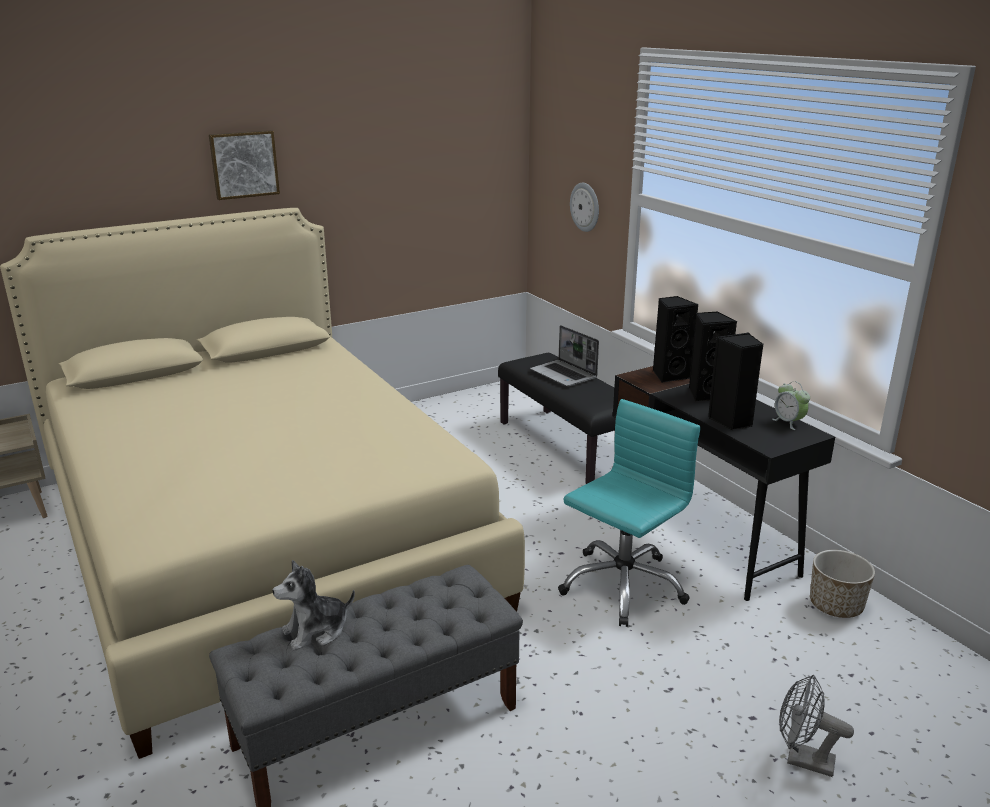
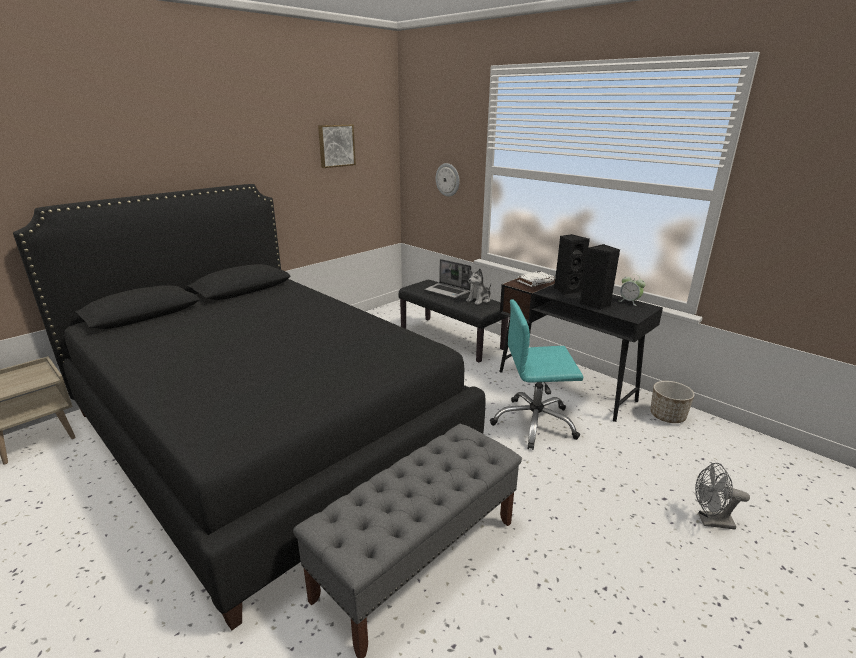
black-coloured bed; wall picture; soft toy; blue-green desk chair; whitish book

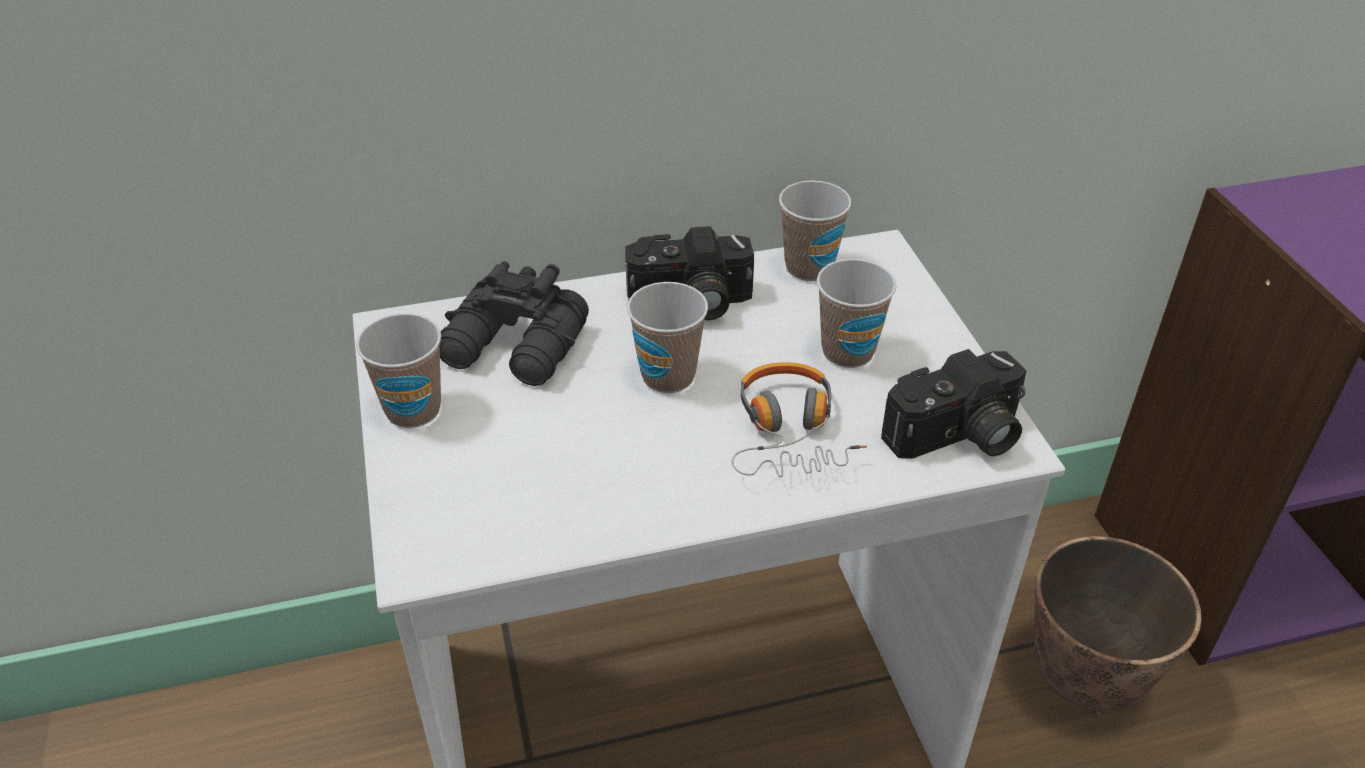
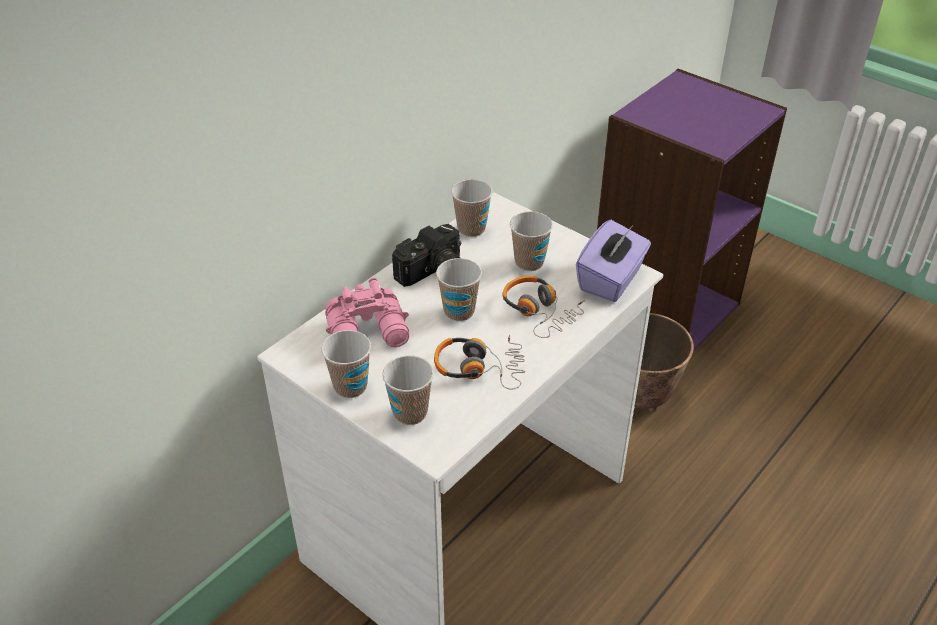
pink pair of binoculars; purple-coloured tissue box; cup (2nd from left); headset (1st from left)

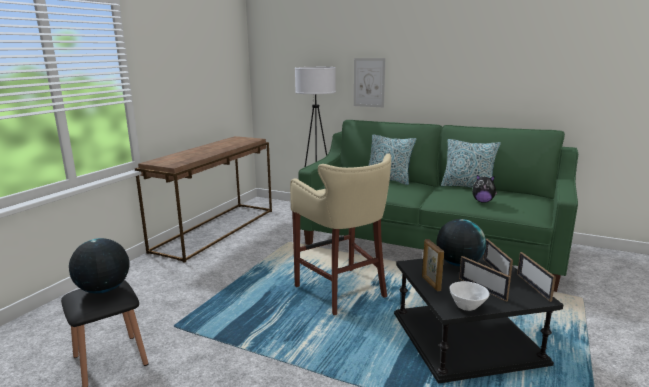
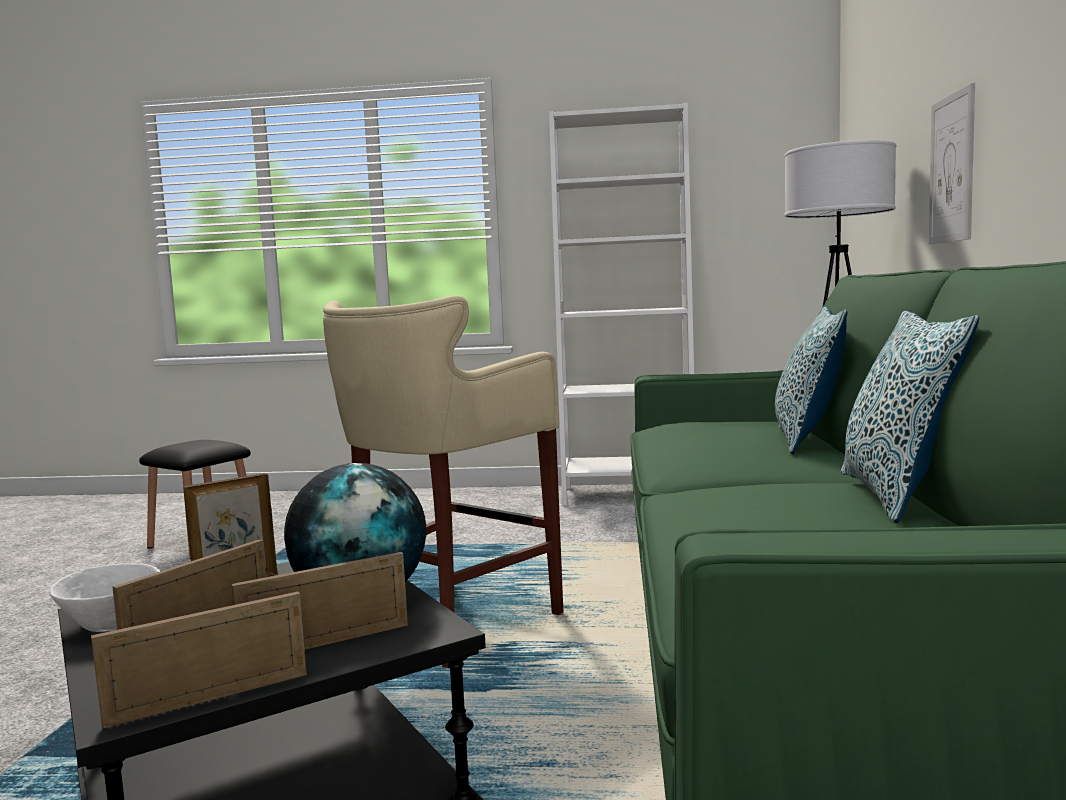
desk globe (1st from left in the first image); whitish shelving unit; soft toy

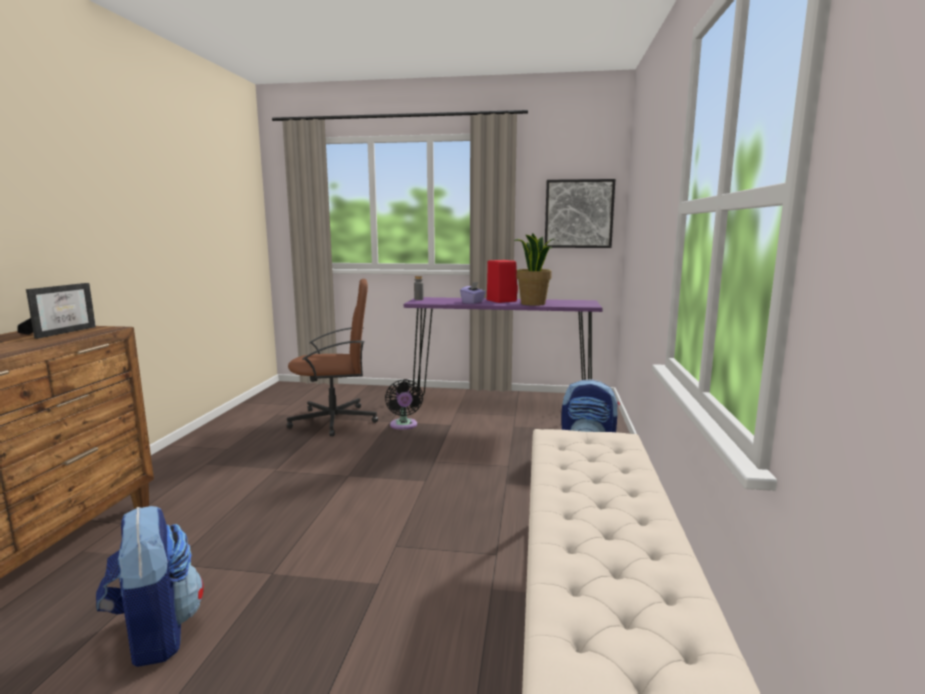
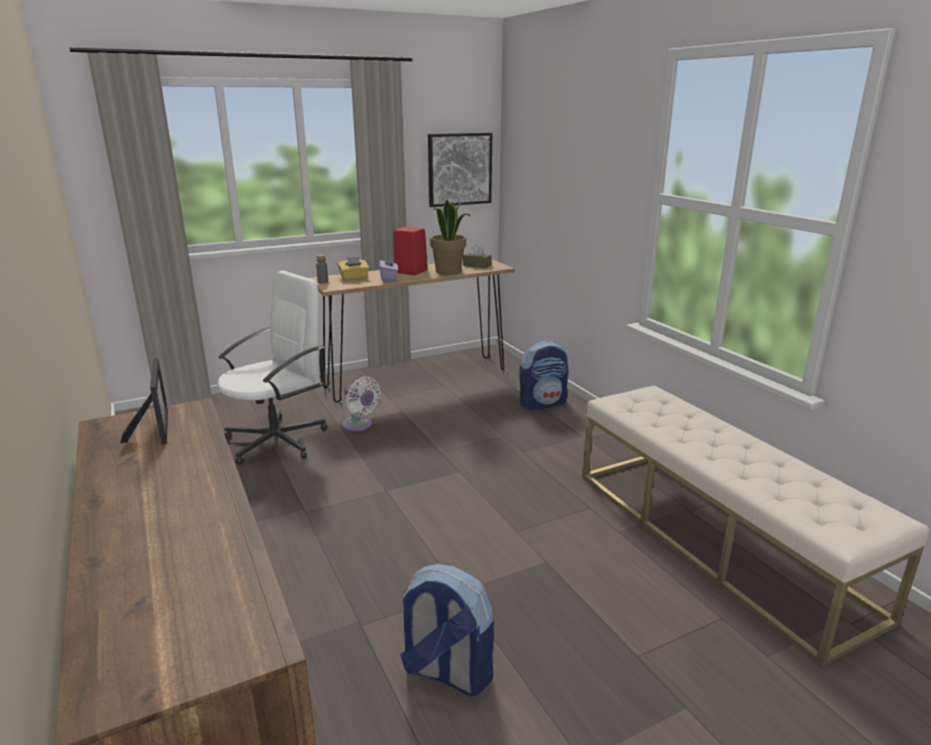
whitish desk chair; whitish fan; brown console table; yellow tissue box; brown tissue box

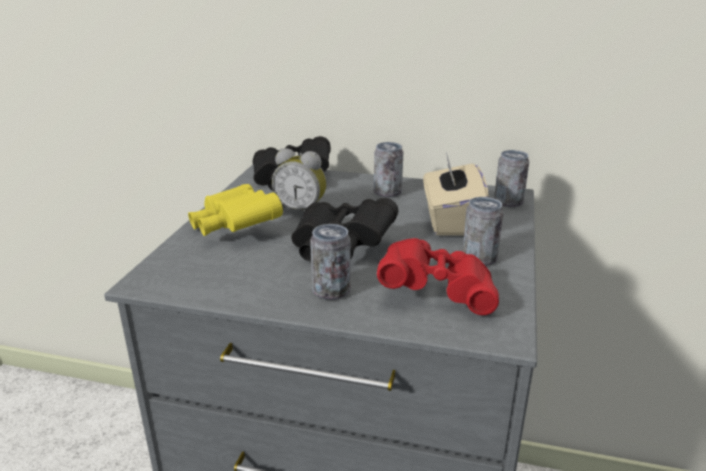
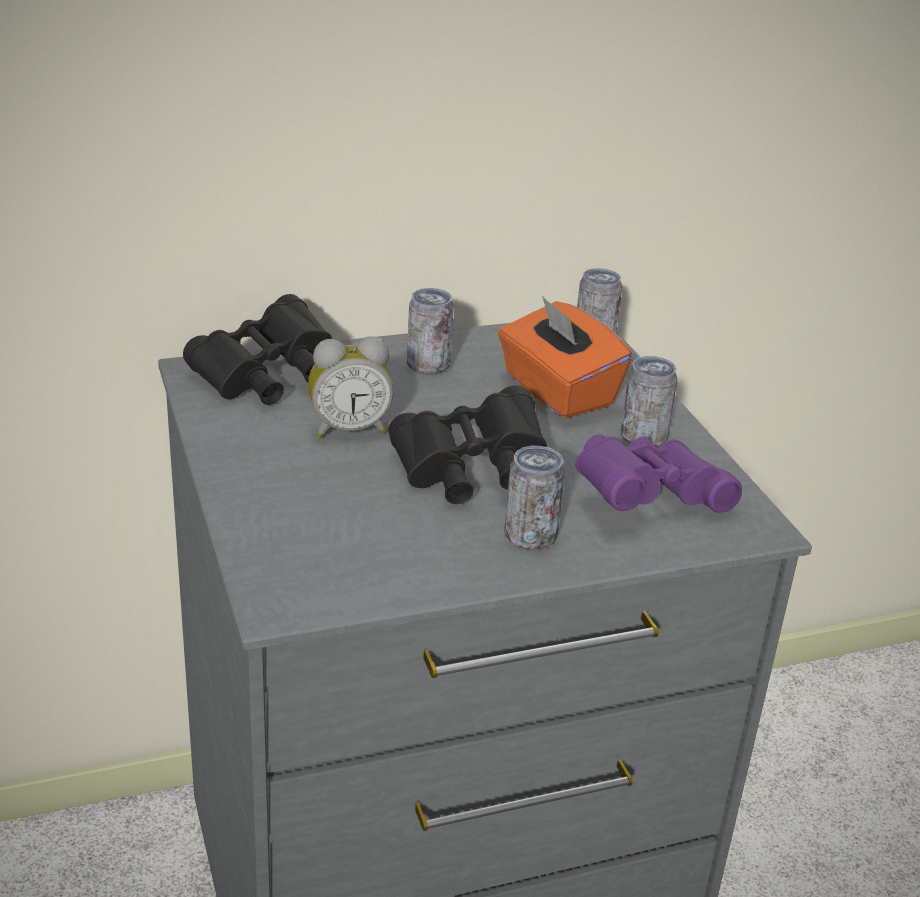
yellow pair of binoculars; purple-coloured pair of binoculars; orange-coloured tissue box

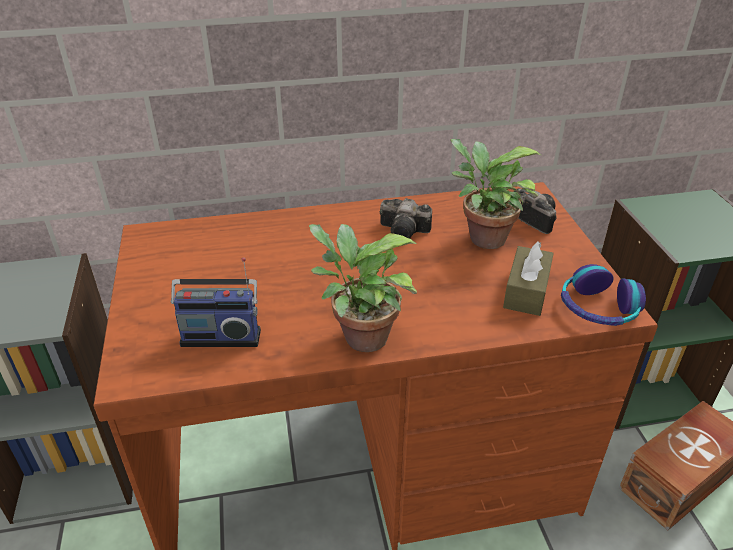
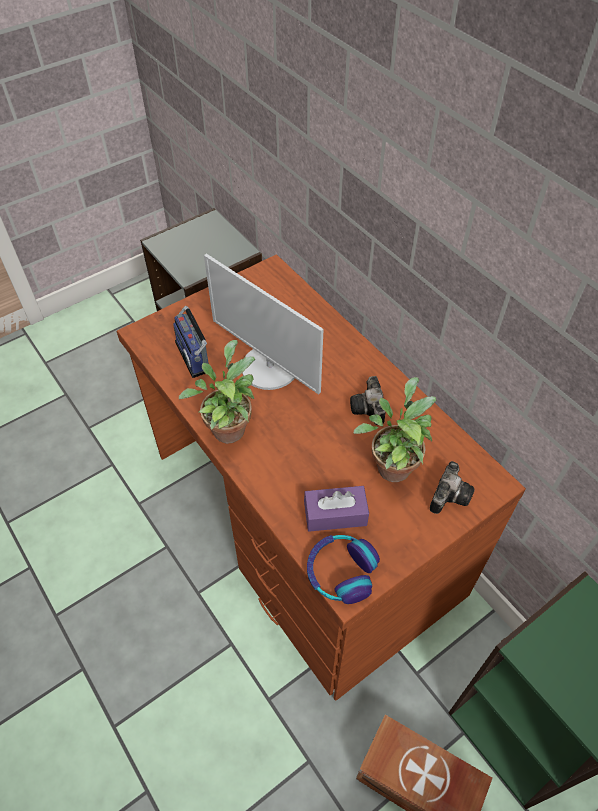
purple-coloured tissue box; computer display

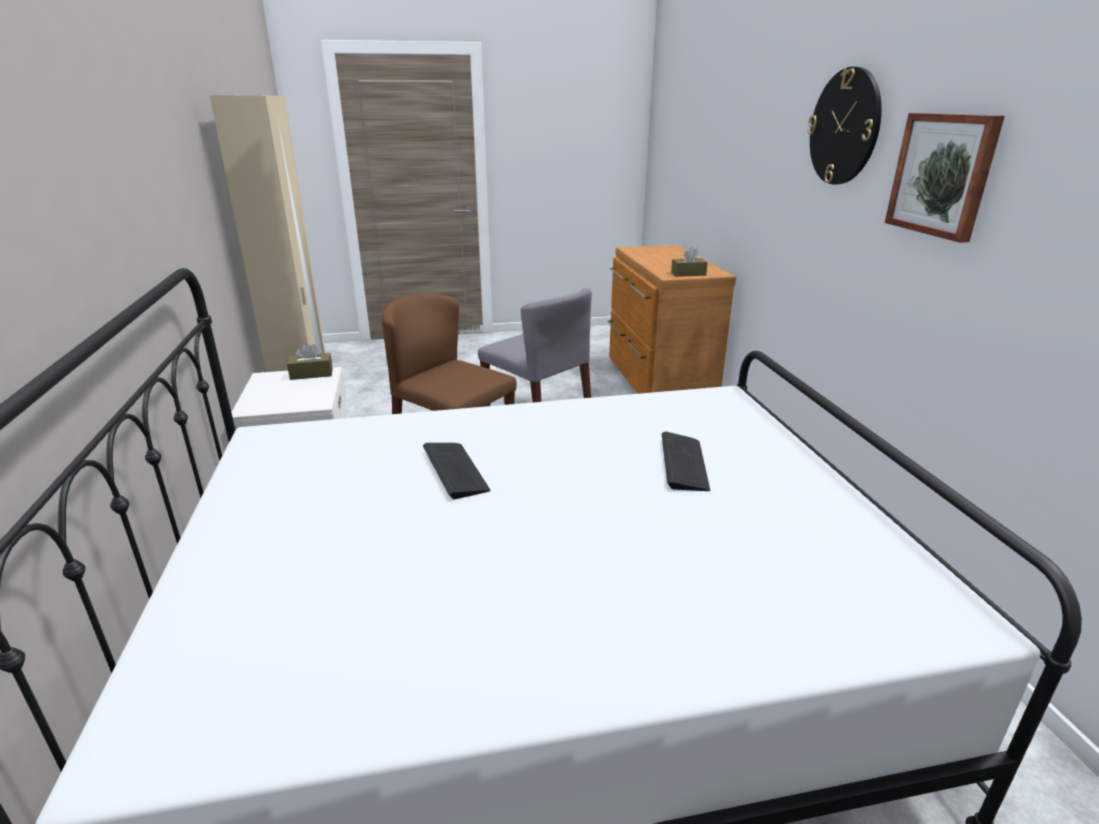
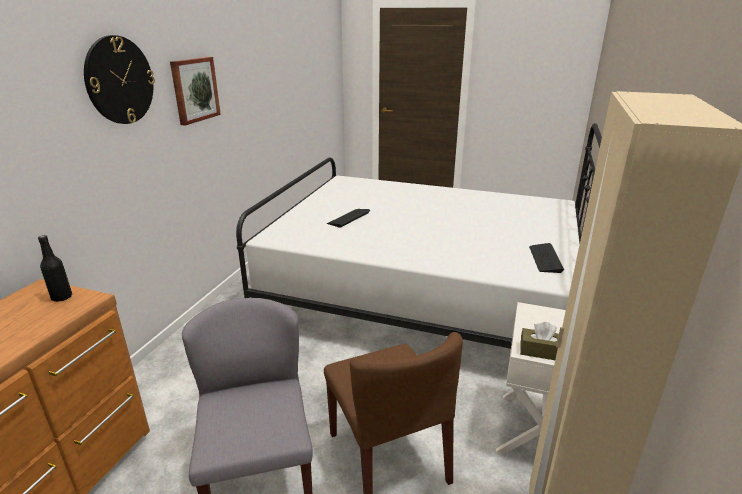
keyboard (2nd from left); black-coloured beverage bottle

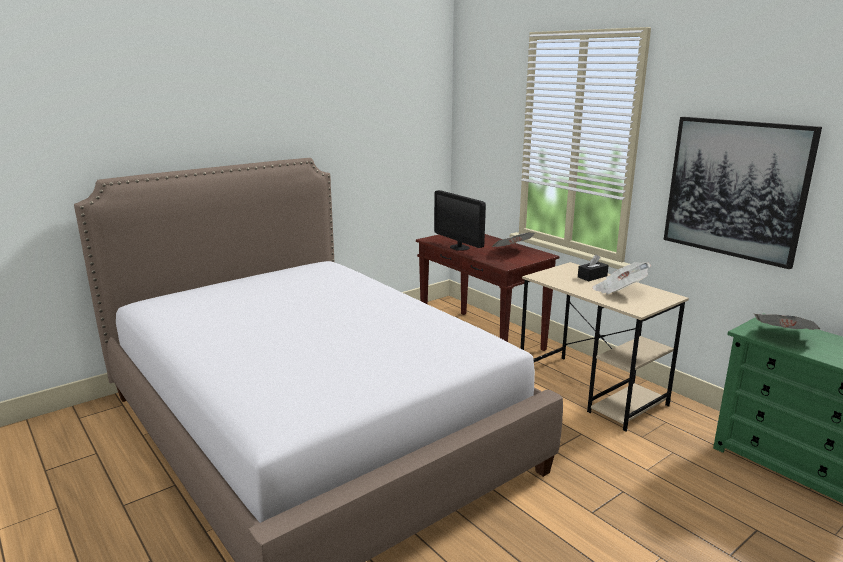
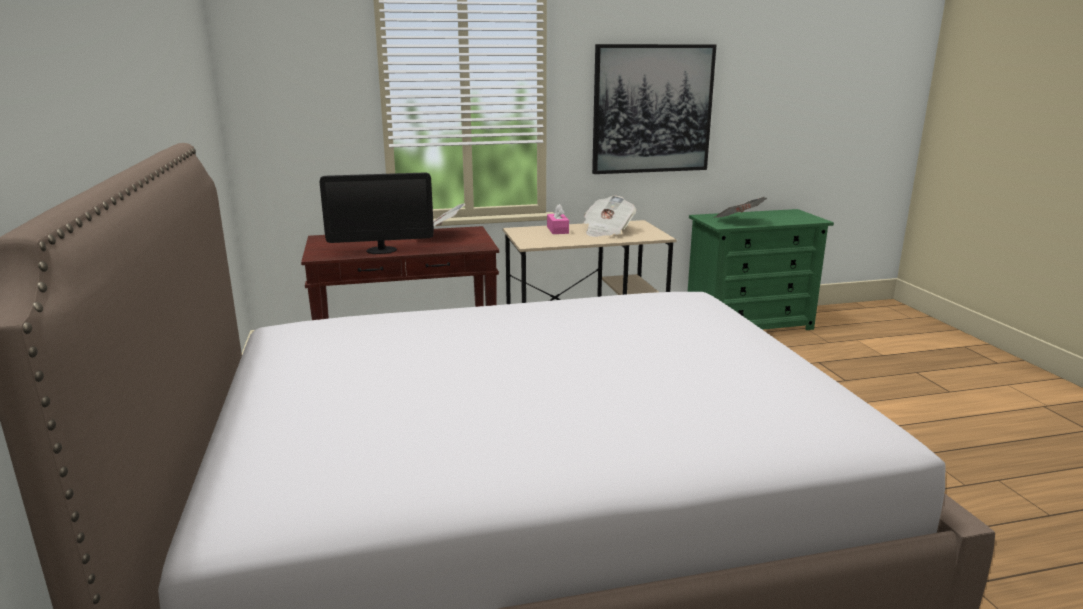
pink tissue box

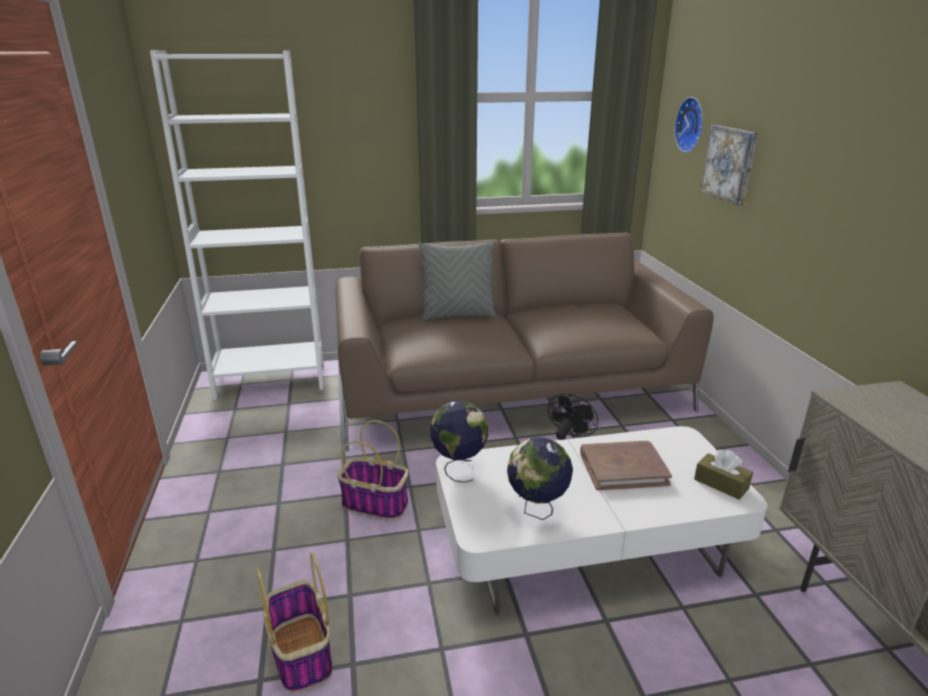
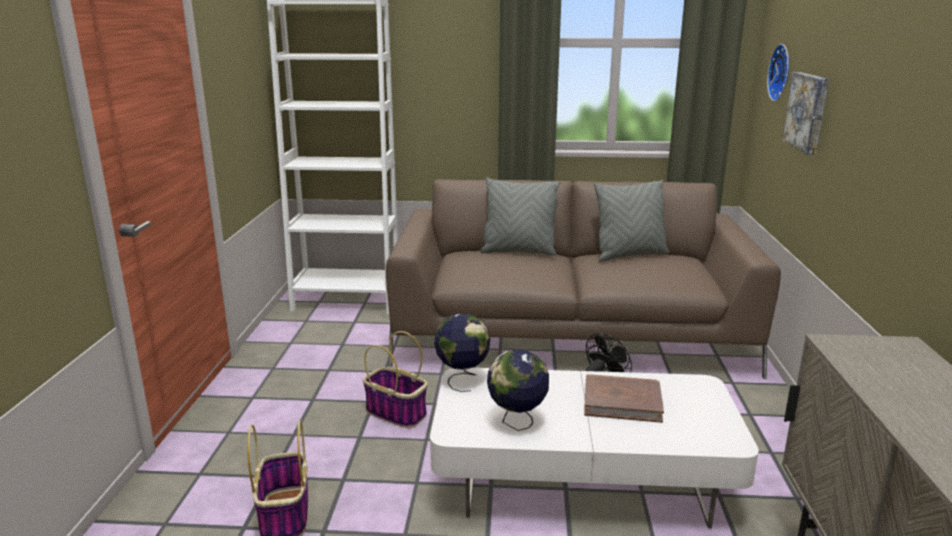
brown tissue box; gray cushion (2nd from left)

